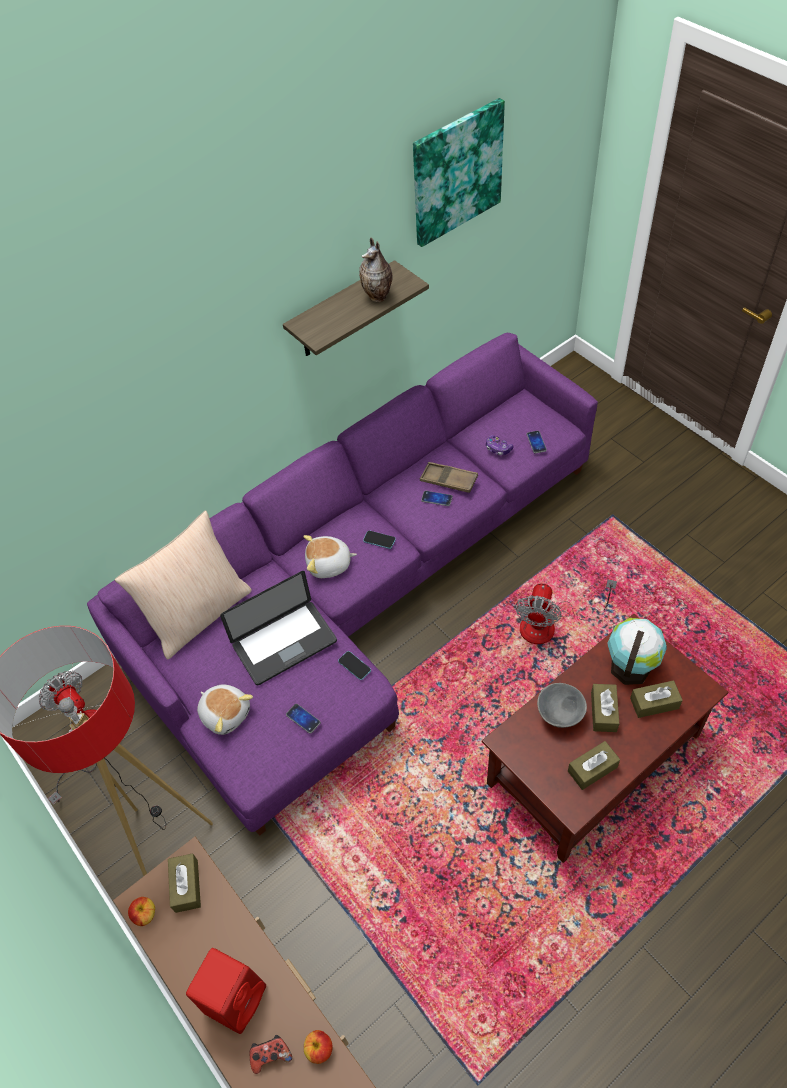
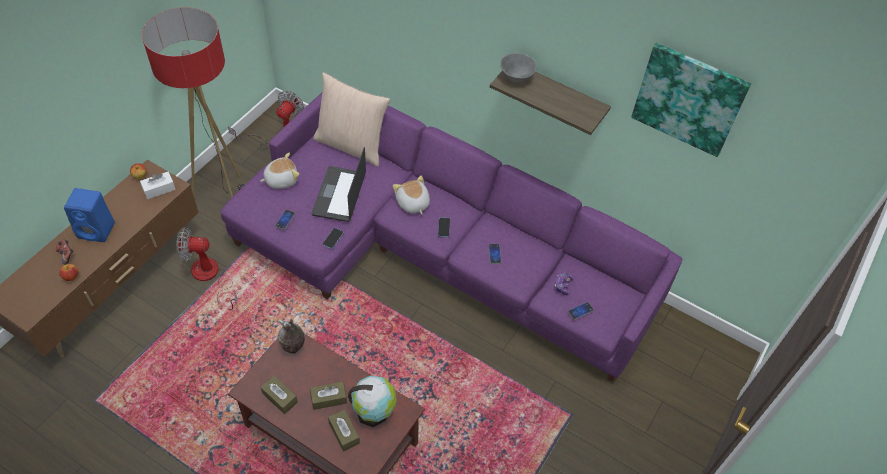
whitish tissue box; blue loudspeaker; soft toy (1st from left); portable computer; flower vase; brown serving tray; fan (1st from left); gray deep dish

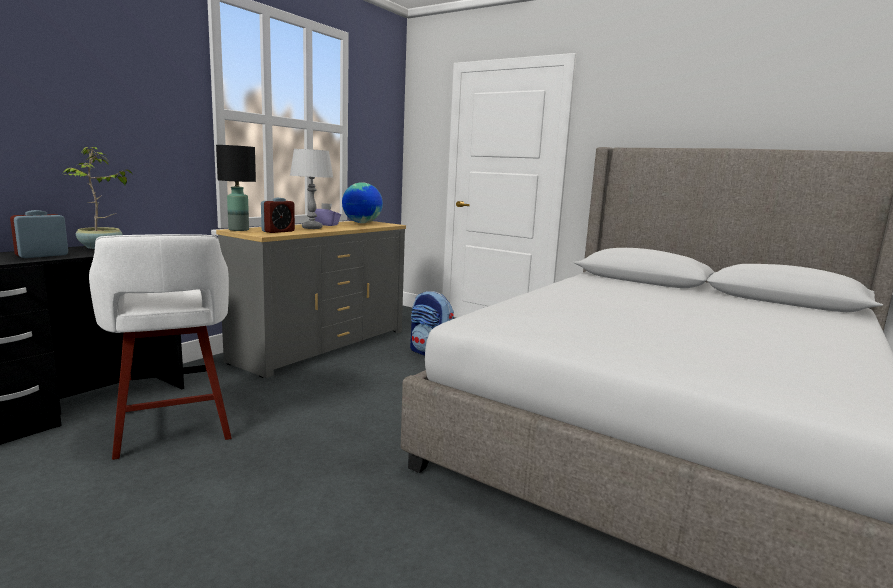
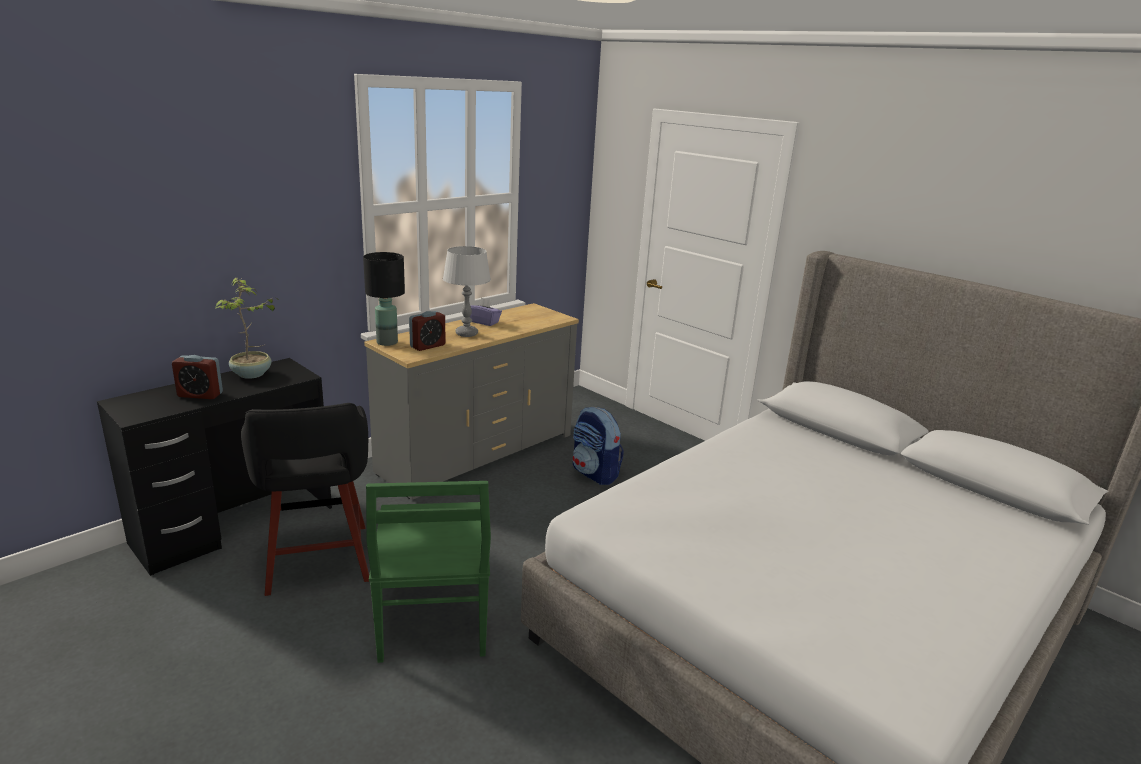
table clock (1st from left); black-coloured stool seat; desk globe; green upright chair

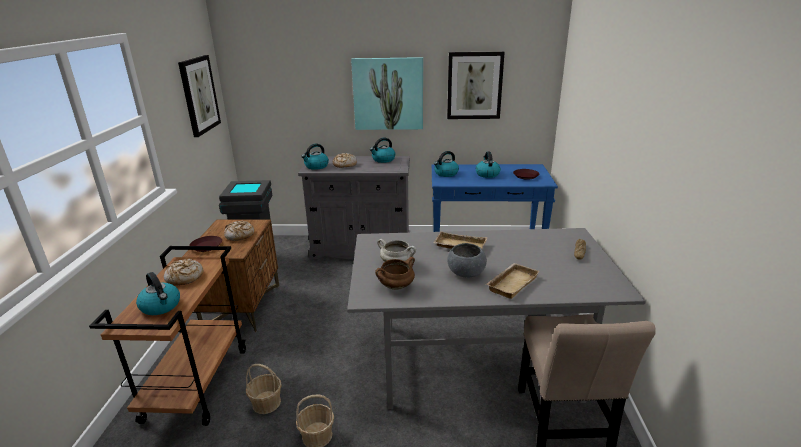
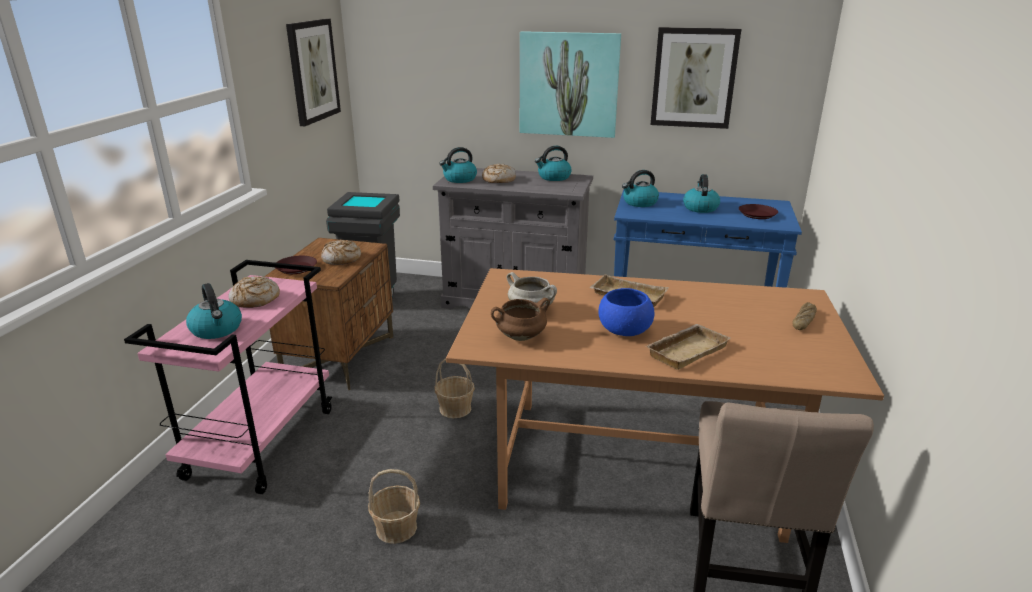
pink trolley; household basket (2nd from left); brown kitchen table; blue deep dish

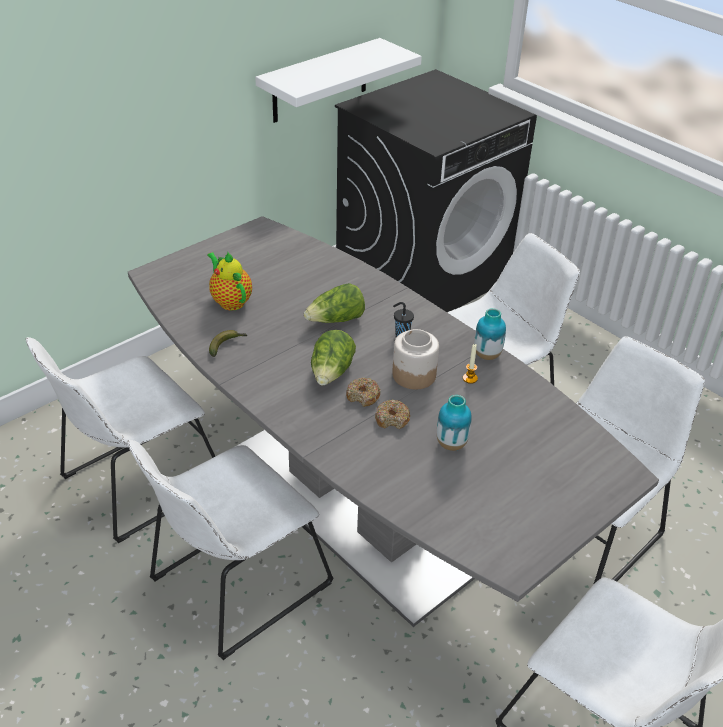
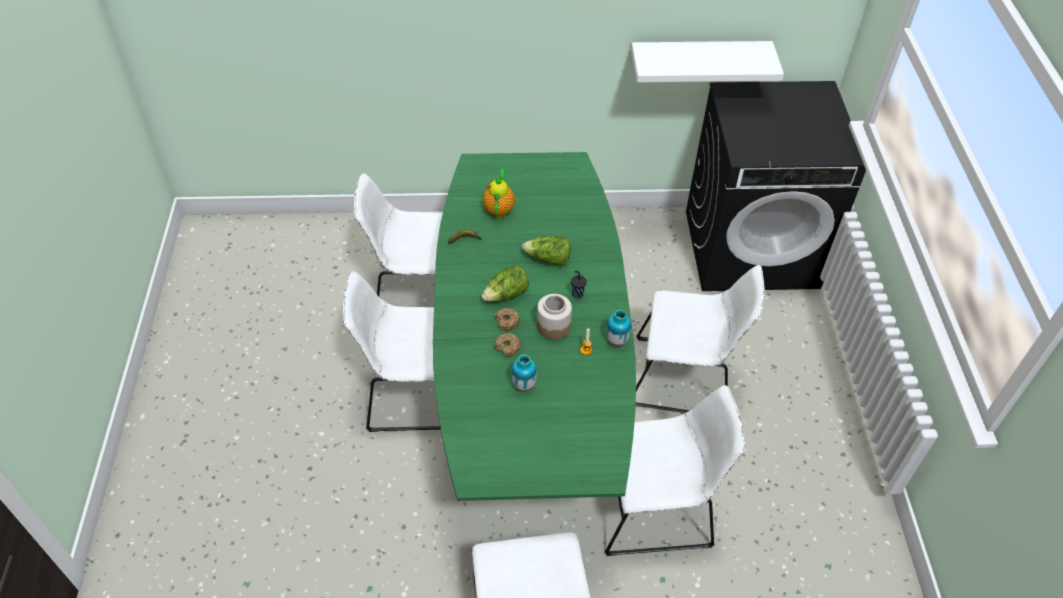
green kitchen table

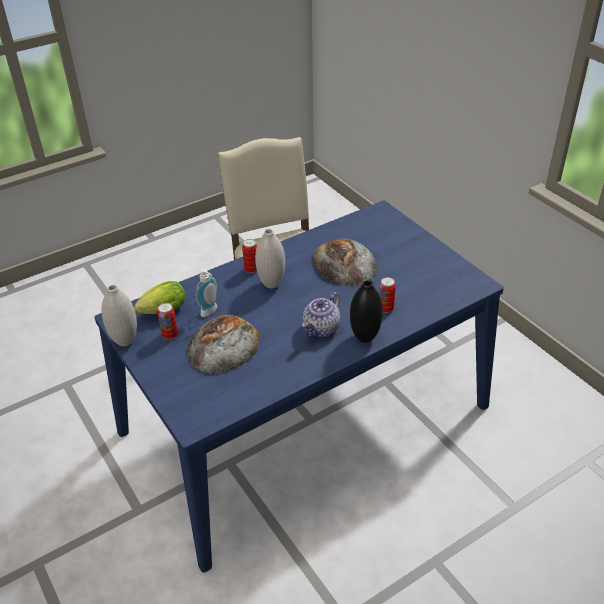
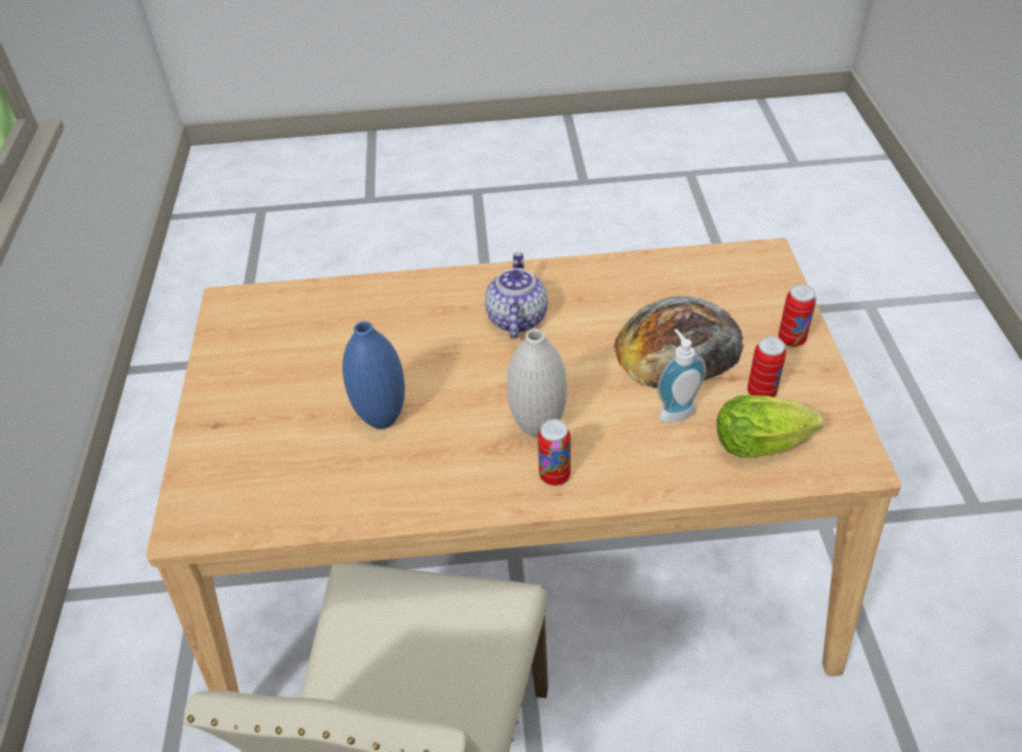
sand-coloured kitchen table; whitish flower vase (1st from left in the first image); teapot; blue flower vase; black-coloured flower vase; metal can (3rd from left)

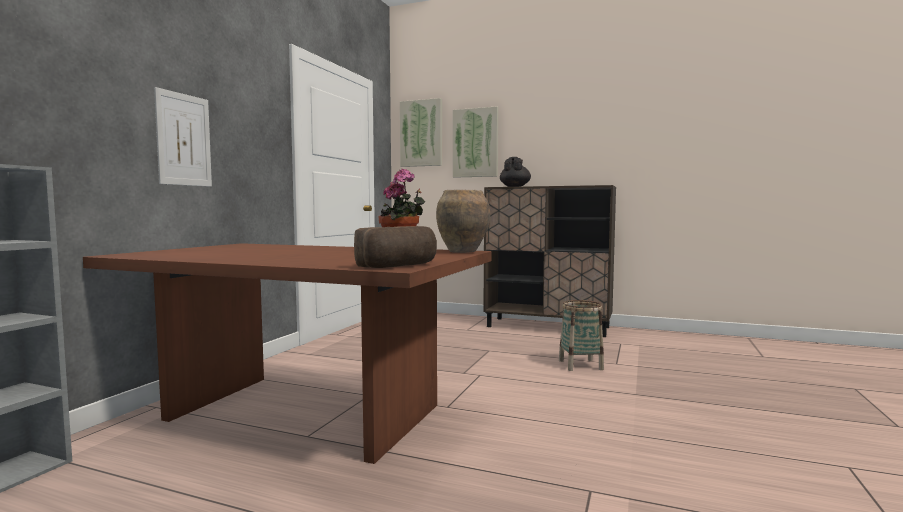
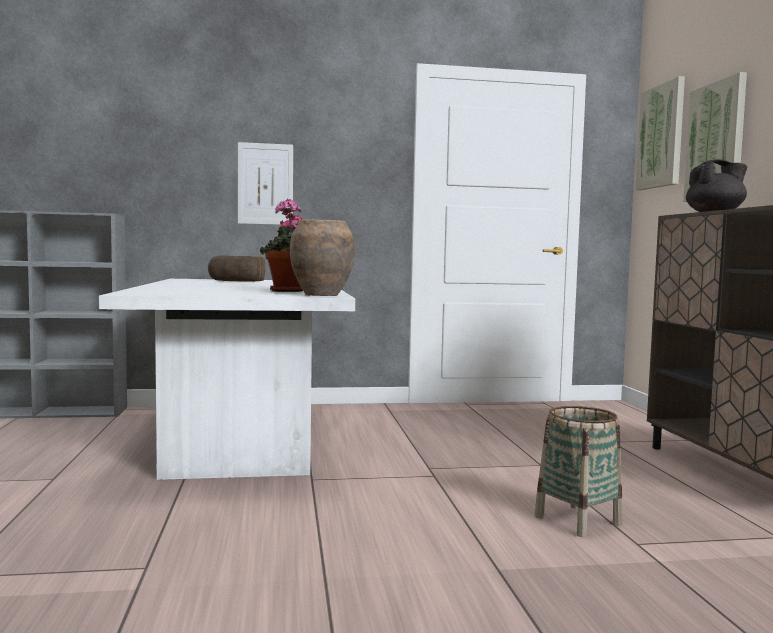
whitish kitchen table; baked bread

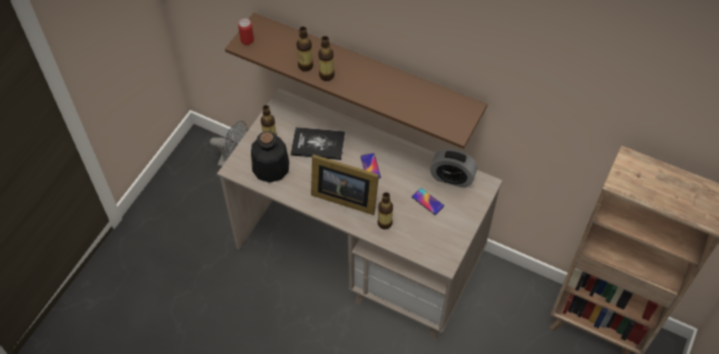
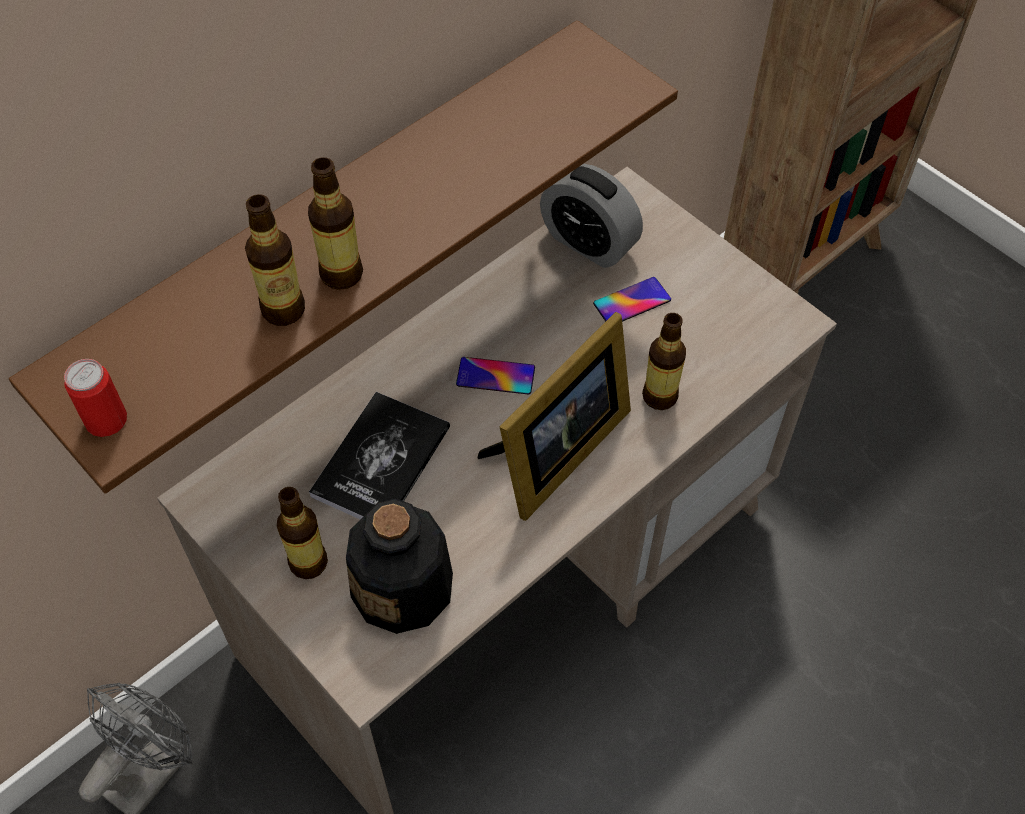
table clock

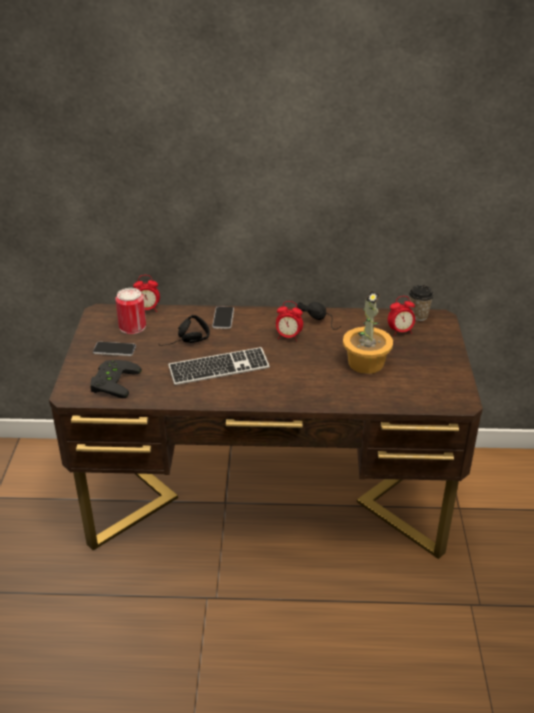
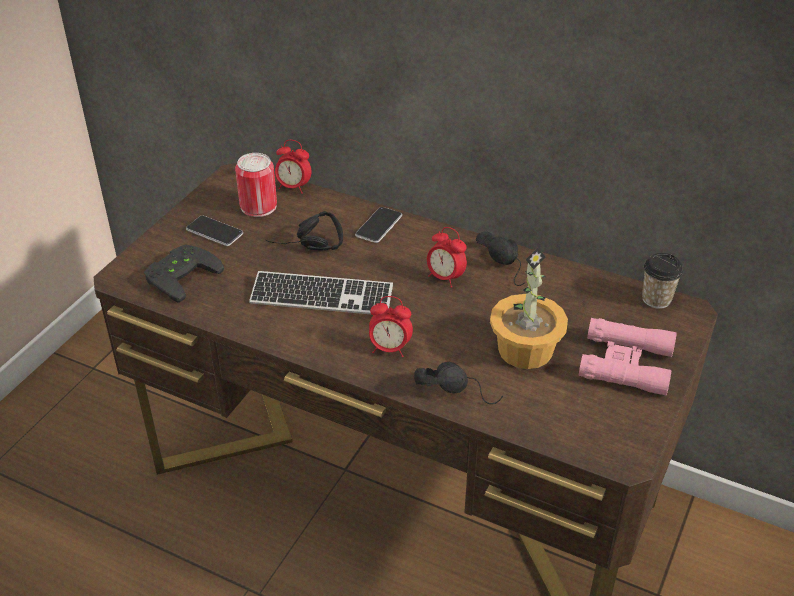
table clock (2nd from left); black-coloured headset (2nd from left); pink pair of binoculars

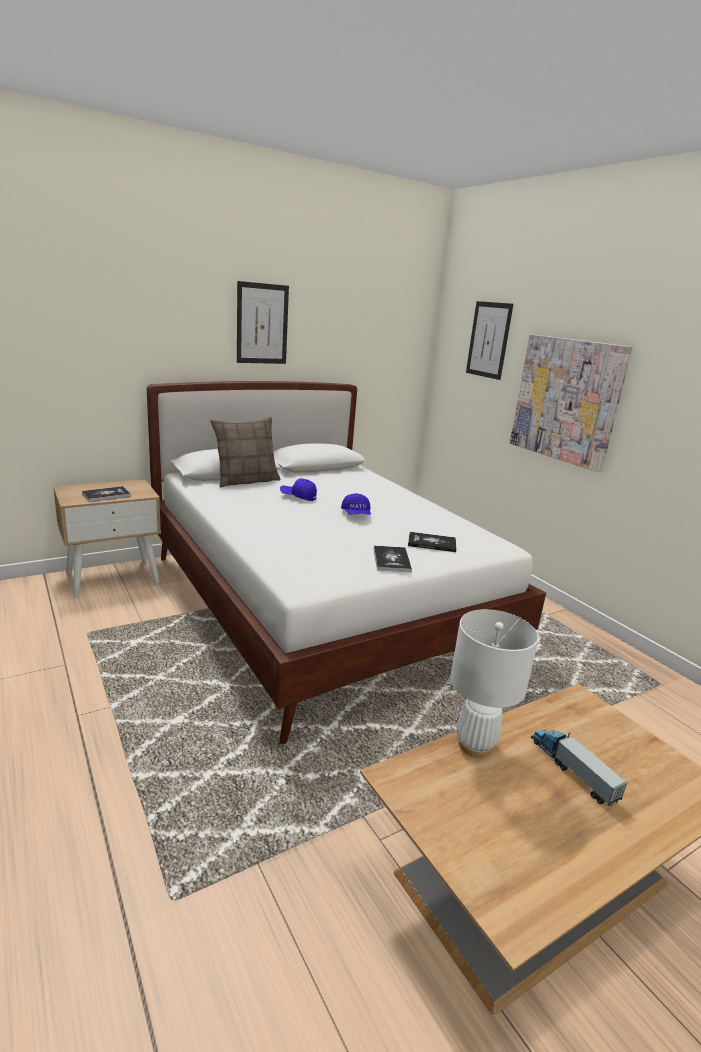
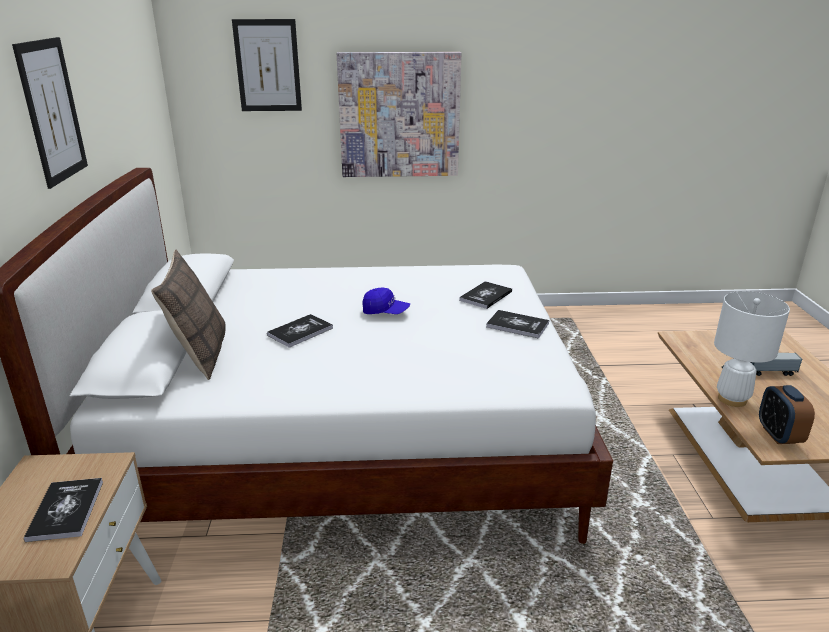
book (2nd from left); table clock

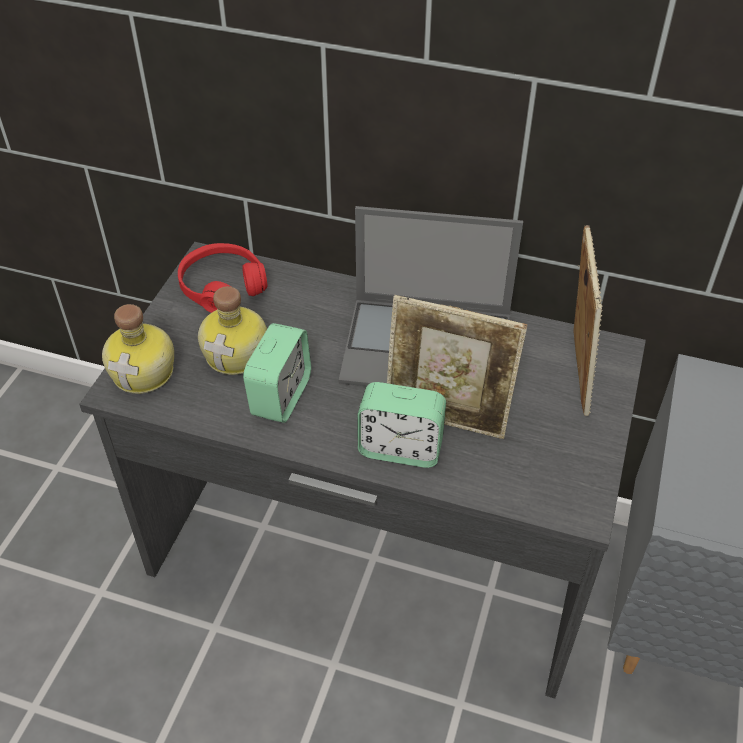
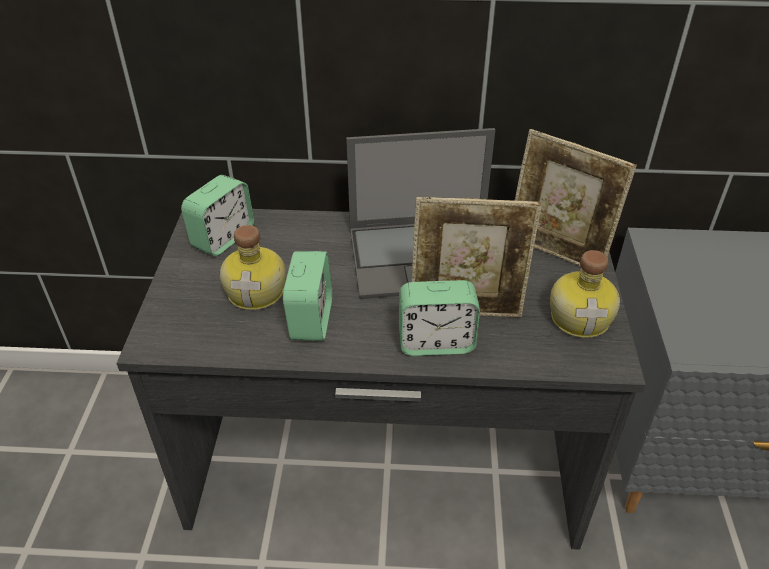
beverage bottle (2nd from left); table clock (1st from left); photo frame (2nd from left)

